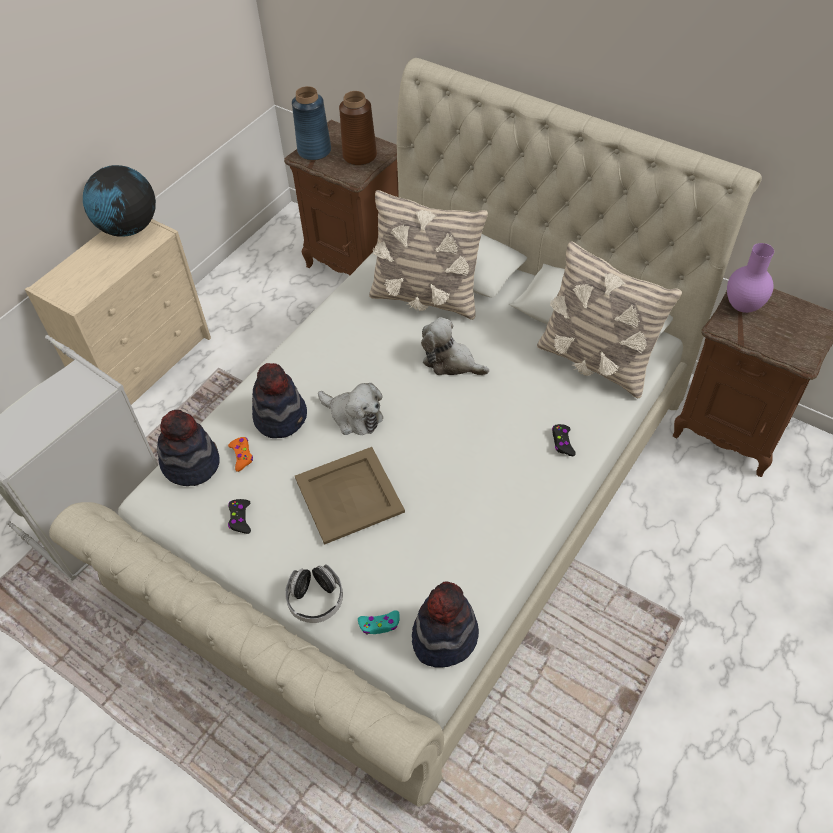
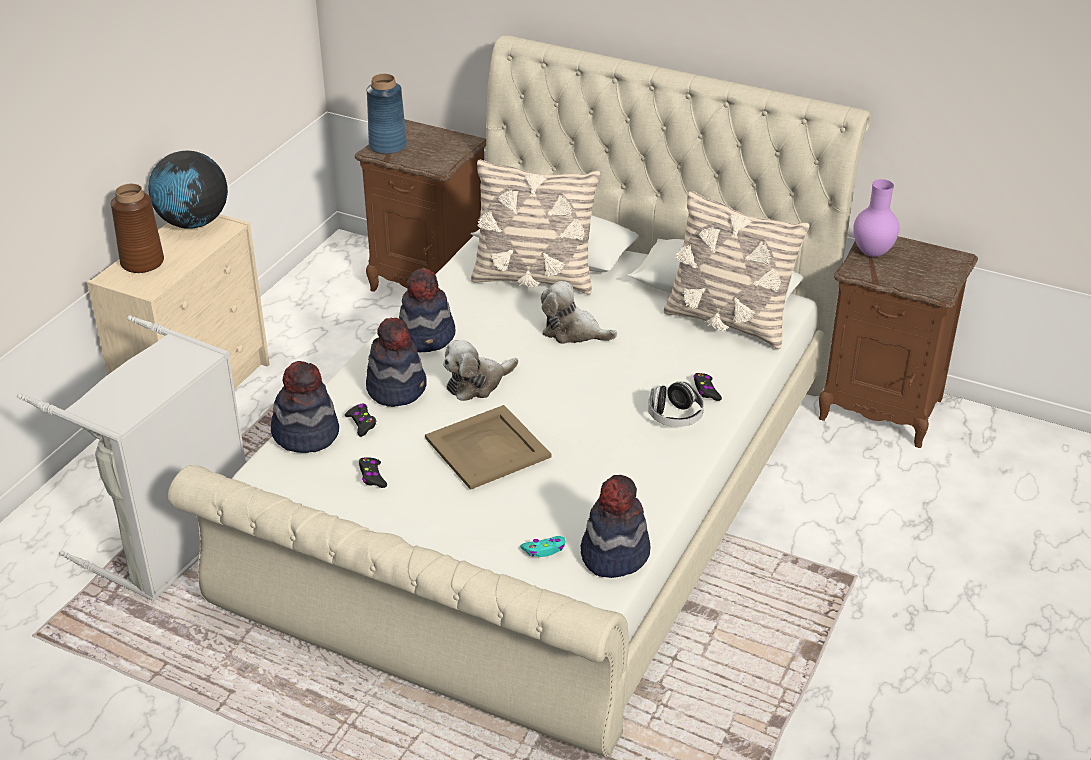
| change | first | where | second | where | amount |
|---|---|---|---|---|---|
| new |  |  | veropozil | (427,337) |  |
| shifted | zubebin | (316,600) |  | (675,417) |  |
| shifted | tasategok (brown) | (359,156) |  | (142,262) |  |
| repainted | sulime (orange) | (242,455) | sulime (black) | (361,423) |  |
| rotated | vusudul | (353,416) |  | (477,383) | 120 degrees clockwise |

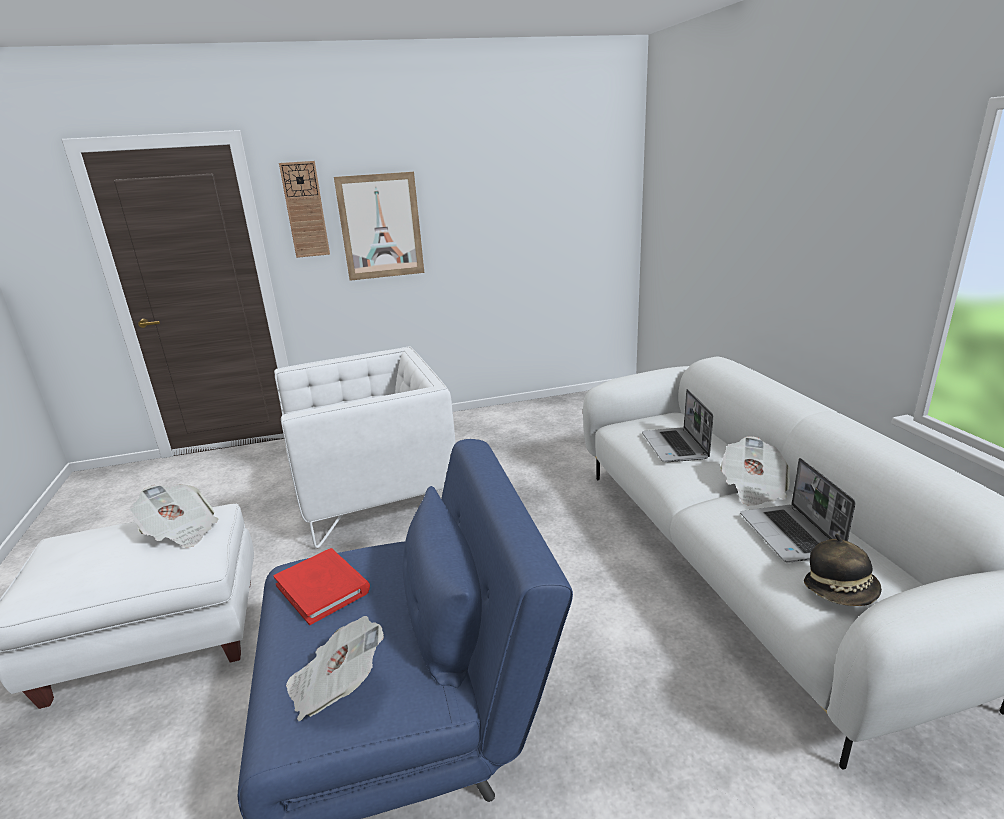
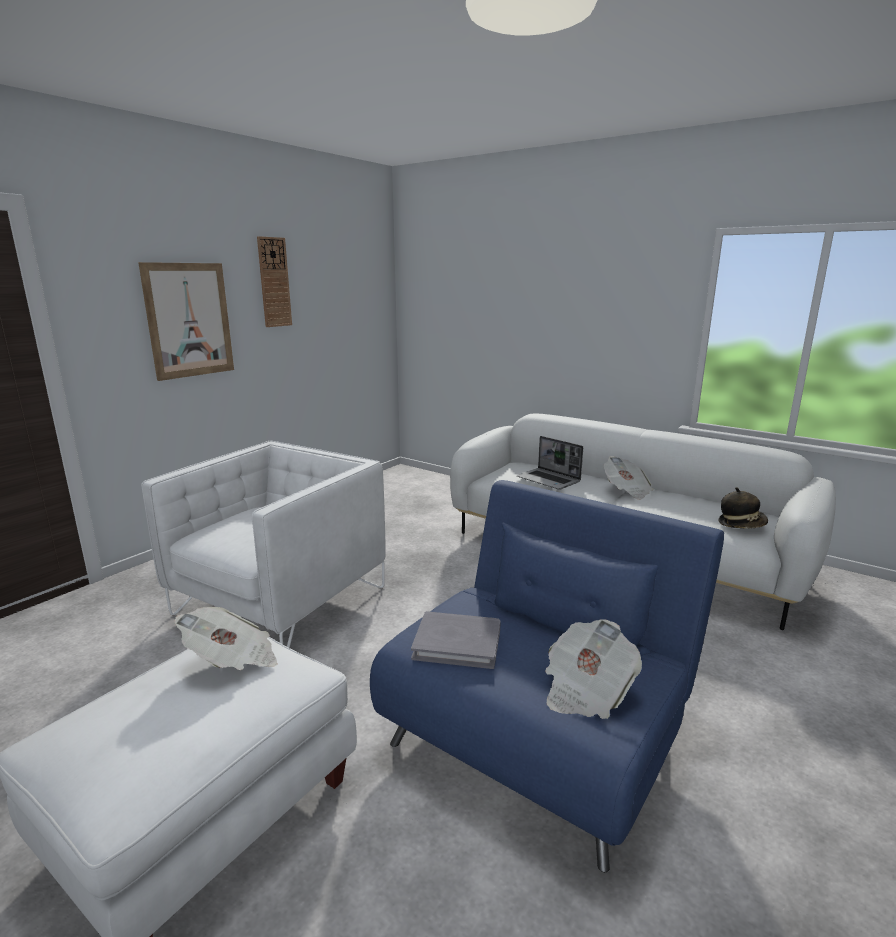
| change | first | where | second | where | amount |
|---|---|---|---|---|---|
| gone | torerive | (791,535) |  |  |  |
| shifted | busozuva | (305,210) |  | (274,282) |  |
| repainted | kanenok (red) | (323,588) | kanenok (grey) | (457,643) |  |

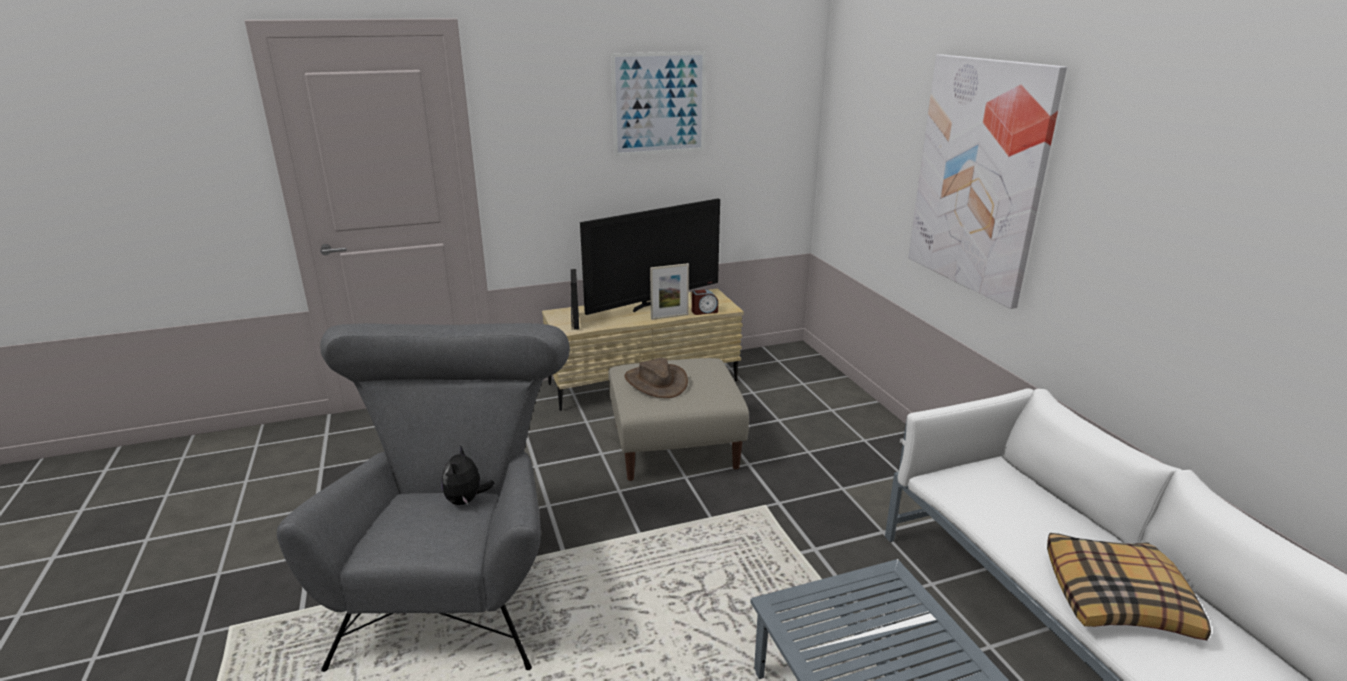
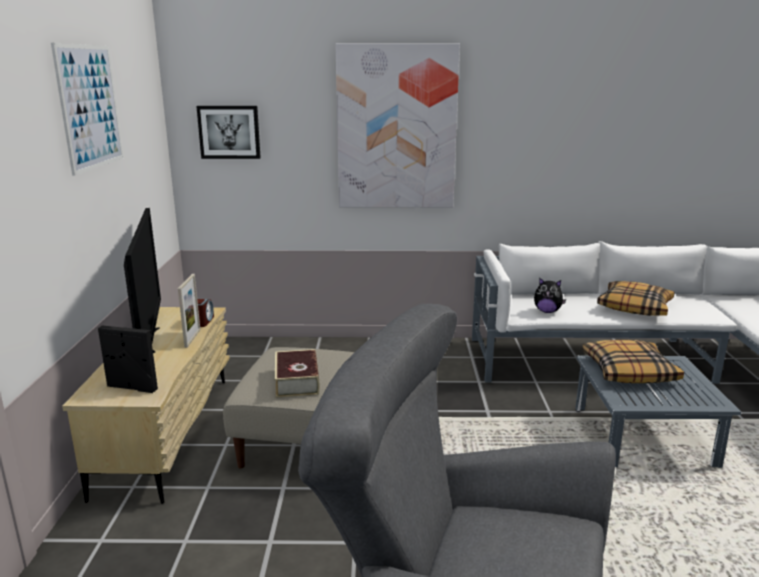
| change | first | where | second | where | amount |
|---|---|---|---|---|---|
| new |  |  | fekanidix | (229,132) |  |
| new |  |  | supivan | (628,371) |  |
| shifted | vusudul | (466,500) |  | (547,311) |  |
| swapped | veropozil (brown) | (655,382) | kanenok | (297,380) |  |

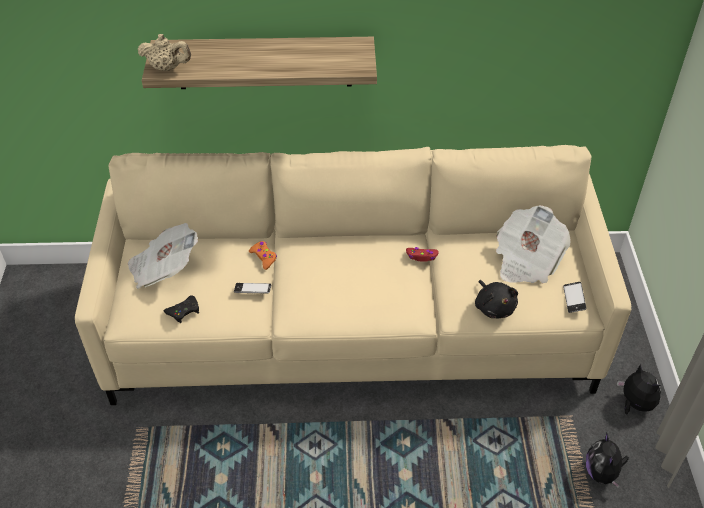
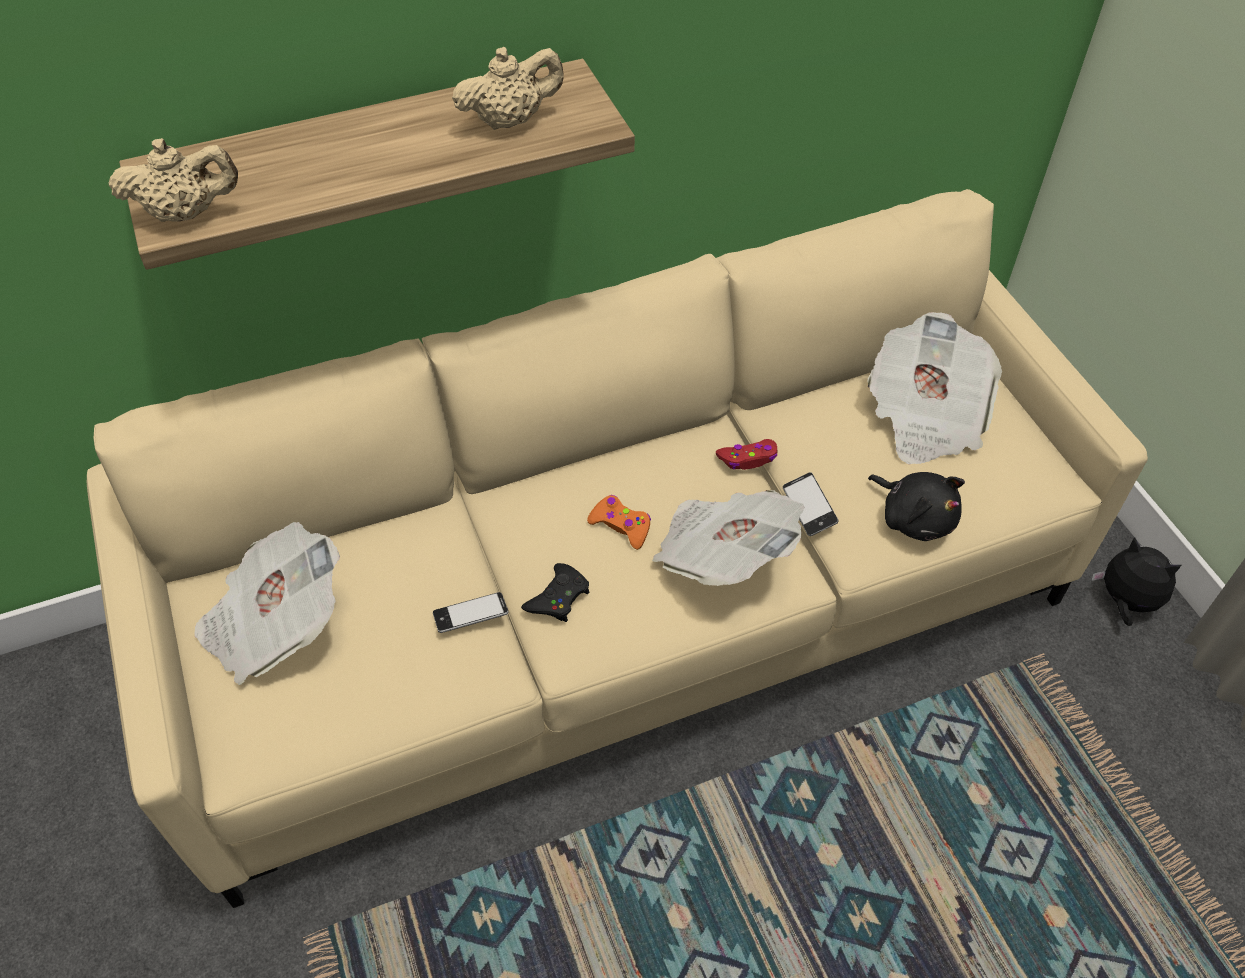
| change | first | where | second | where | amount |
|---|---|---|---|---|---|
| gone | vusudul | (602,473) |  |  |  |
| new |  |  | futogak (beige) | (511,121) |  |
| new |  |  | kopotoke | (723,555) |  |
| shifted | sulime (black) | (183,311) |  | (558,597) |  |
| shifted | sulime (orange) | (264,257) |  | (621,526) |  |
| shifted | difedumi | (574,299) |  | (809,508) |  |

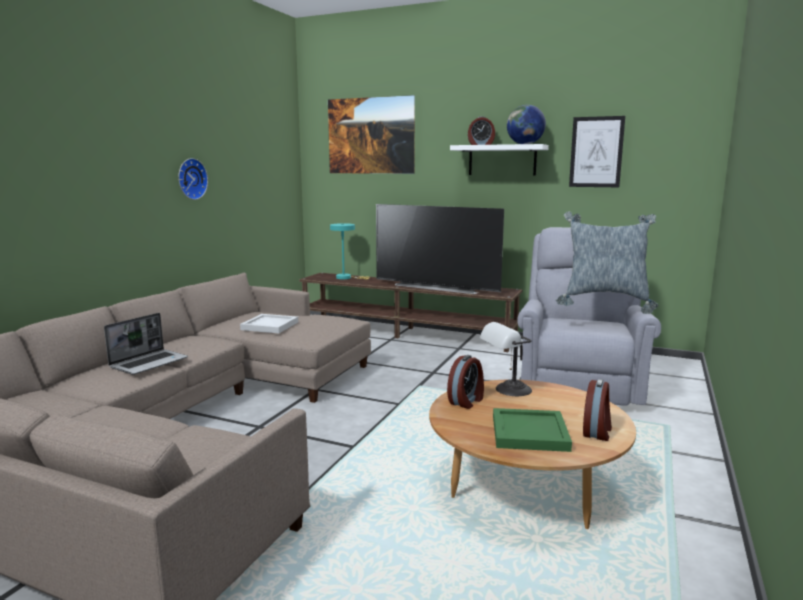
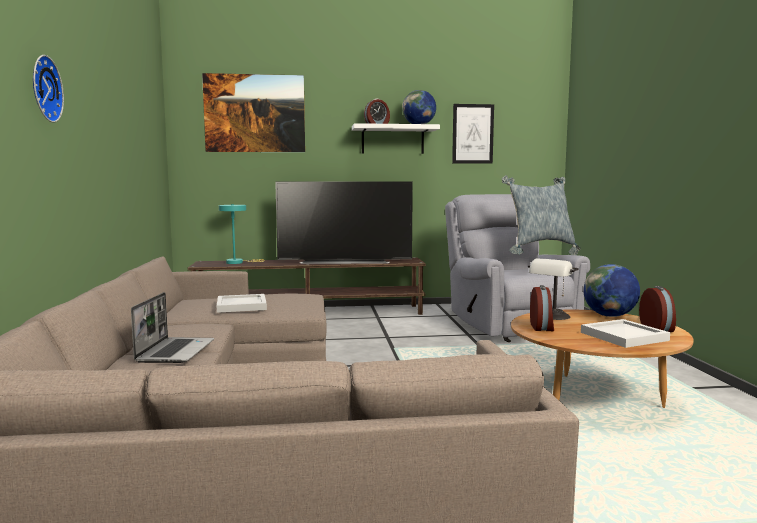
| change | first | where | second | where | amount |
|---|---|---|---|---|---|
| new |  |  | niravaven | (609,316) |  |
| shifted | busozuva | (190,179) |  | (43,89) |  |
| repainted | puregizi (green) | (530,432) | puregizi (white) | (624,336) |  |

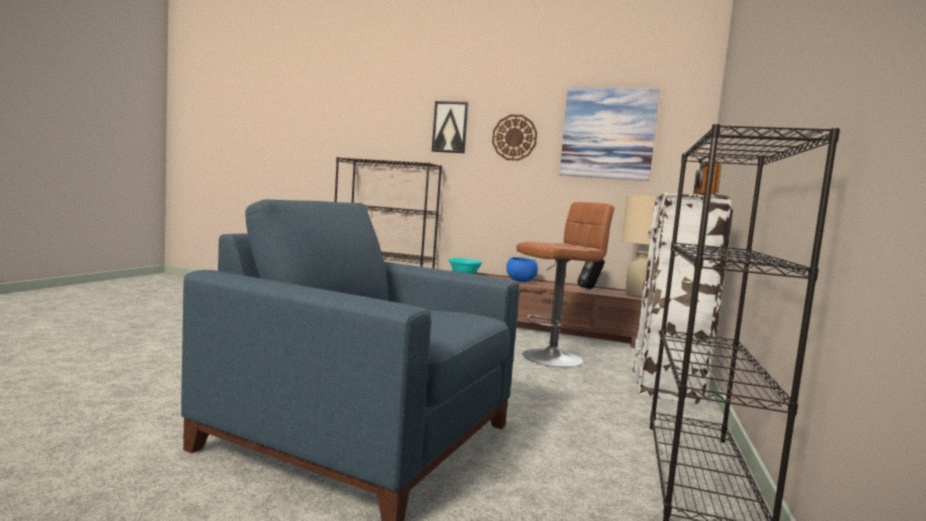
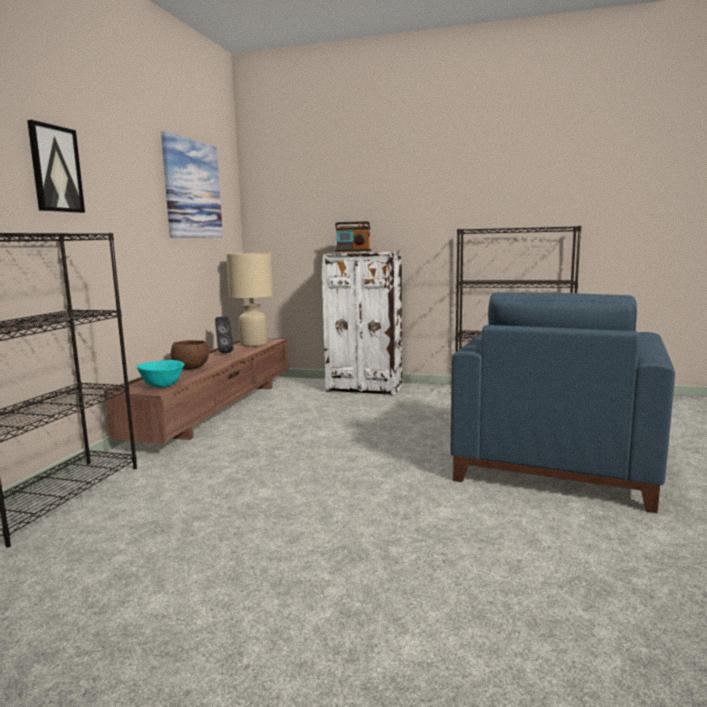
| change | first | where | second | where | amount |
|---|---|---|---|---|---|
| gone | busozuva | (514,137) |  |  |  |
| gone | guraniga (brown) | (553,358) |  |  |  |
| repainted | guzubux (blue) | (520,281) | guzubux (brown) | (191,368) |  |

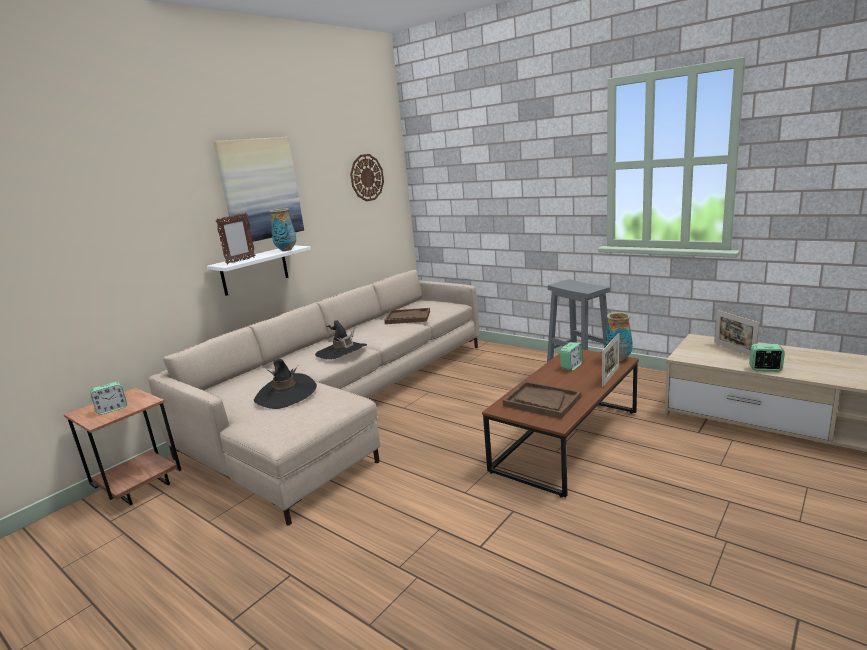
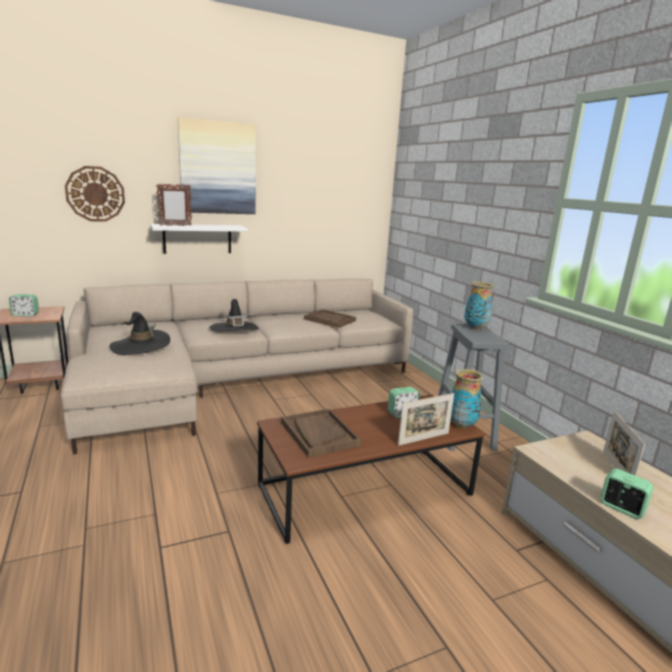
| change | first | where | second | where | amount |
|---|---|---|---|---|---|
| shifted | tasategok | (286,250) |  | (476,328) |  |
| shifted | busozuva | (366,177) |  | (95,194) |  |

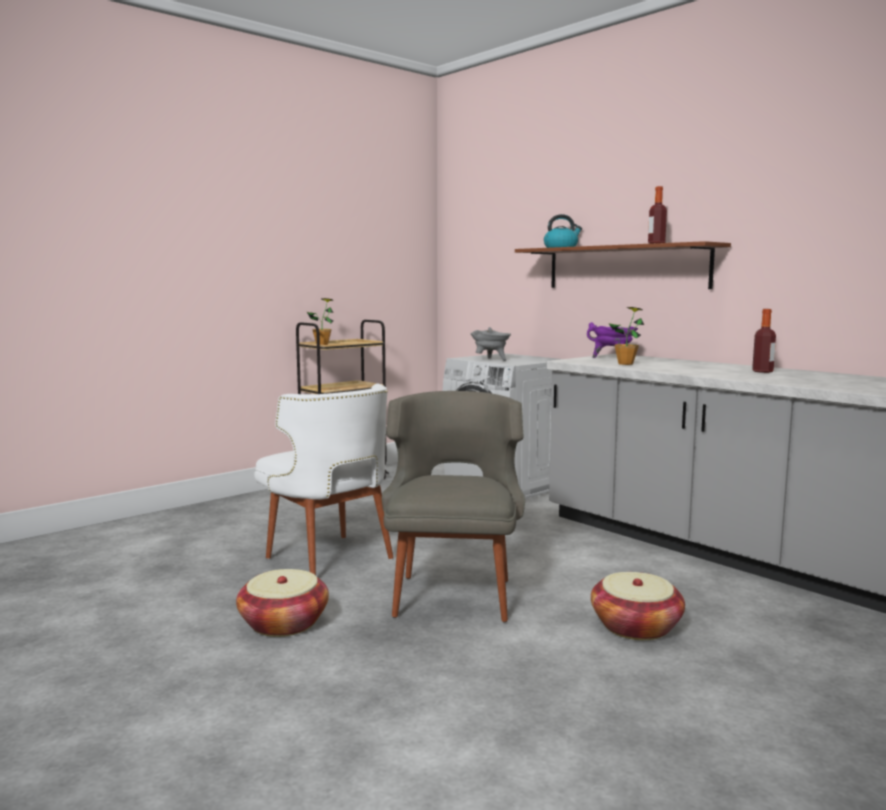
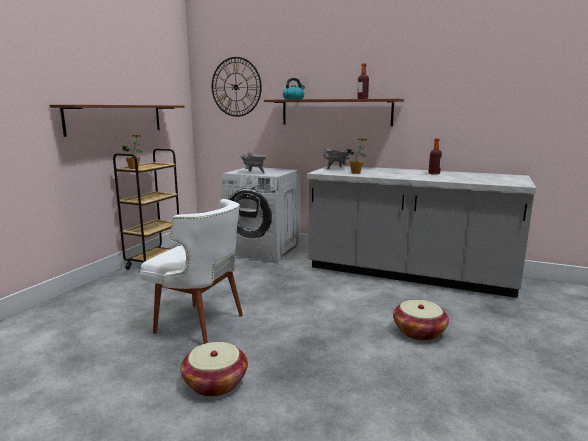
| change | first | where | second | where | amount |
|---|---|---|---|---|---|
| gone | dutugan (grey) | (452,599) |  |  |  |
| new |  |  | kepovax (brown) | (116,119) |  |
| new |  |  | busozuva | (236,87) |  |
| repainted | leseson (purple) | (612,358) | leseson (grey) | (338,168) |  |

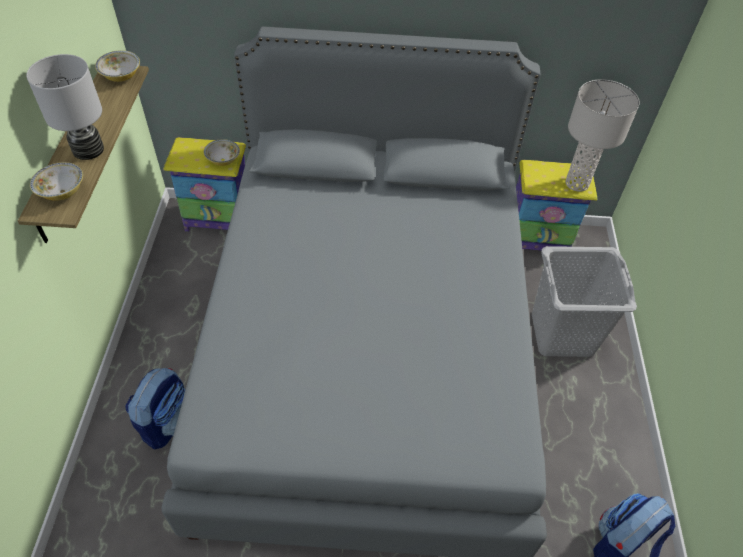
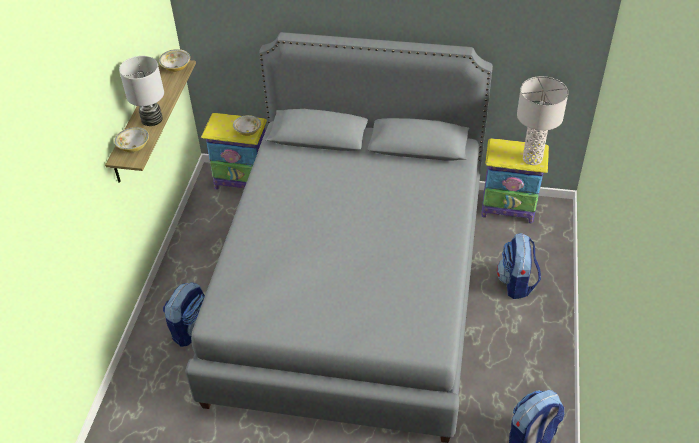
| change | first | where | second | where | amount |
|---|---|---|---|---|---|
| swapped | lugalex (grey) | (562,334) | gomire | (516,283) |  |

